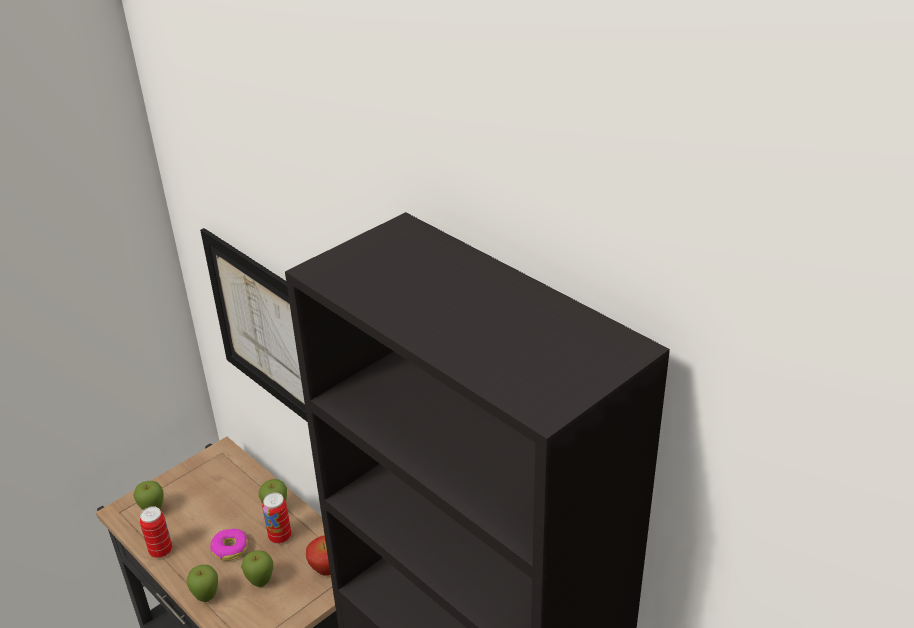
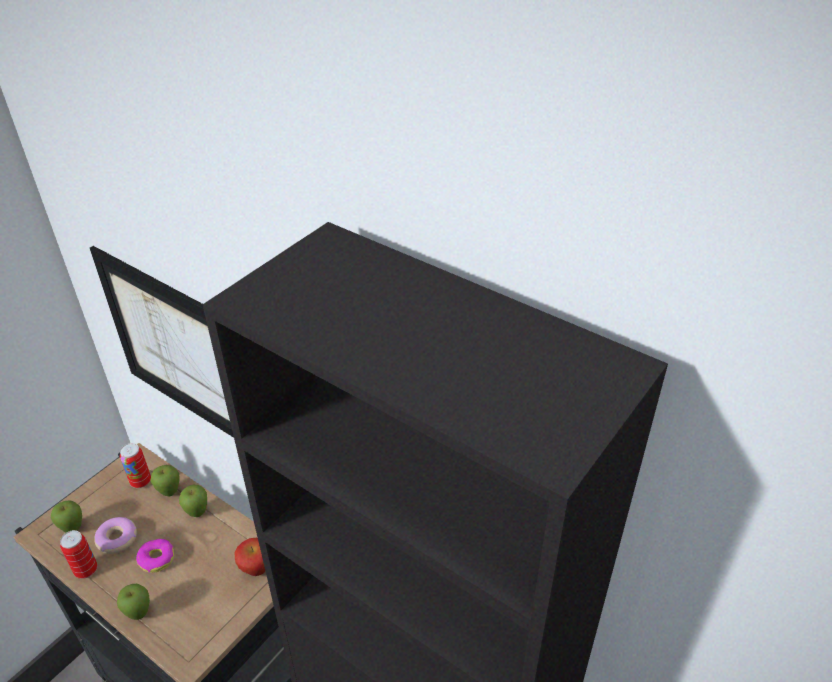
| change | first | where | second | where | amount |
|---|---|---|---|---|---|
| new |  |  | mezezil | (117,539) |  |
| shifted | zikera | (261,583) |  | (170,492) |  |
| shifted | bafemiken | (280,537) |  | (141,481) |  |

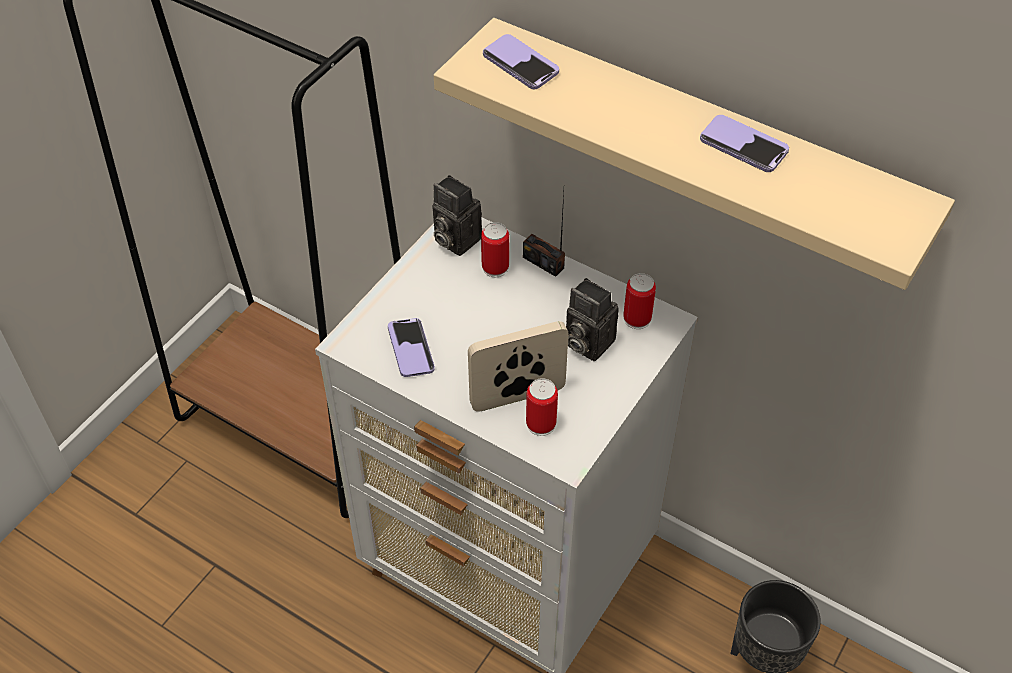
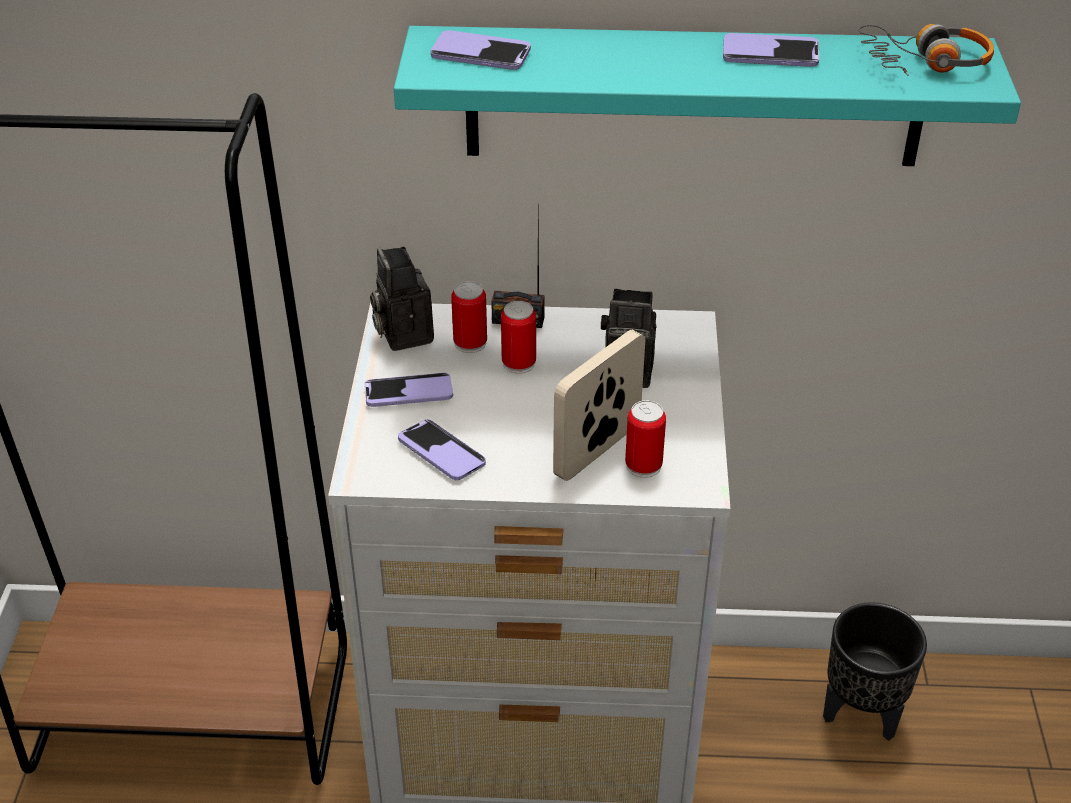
| change | first | where | second | where | amount |
|---|---|---|---|---|---|
| new |  |  | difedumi | (408,392) |  |
| new |  |  | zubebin | (925,62) |  |
| shifted | bafemiken | (637,319) |  | (518,363) |  |
| repainted | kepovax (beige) | (700,149) | kepovax (turquoise) | (694,96) |  |
| rotated | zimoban | (454,239) |  | (402,333) | 60 degrees clockwise |

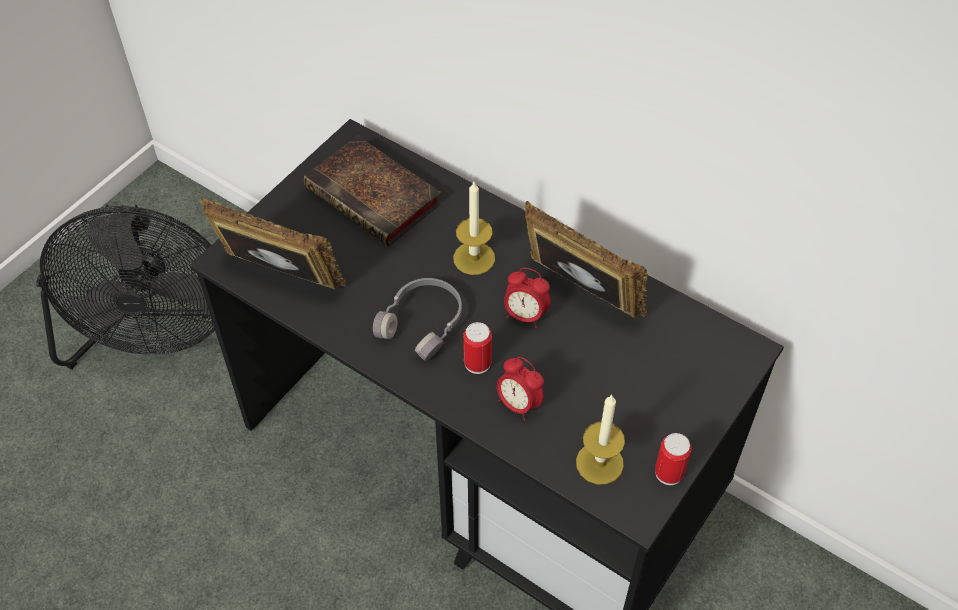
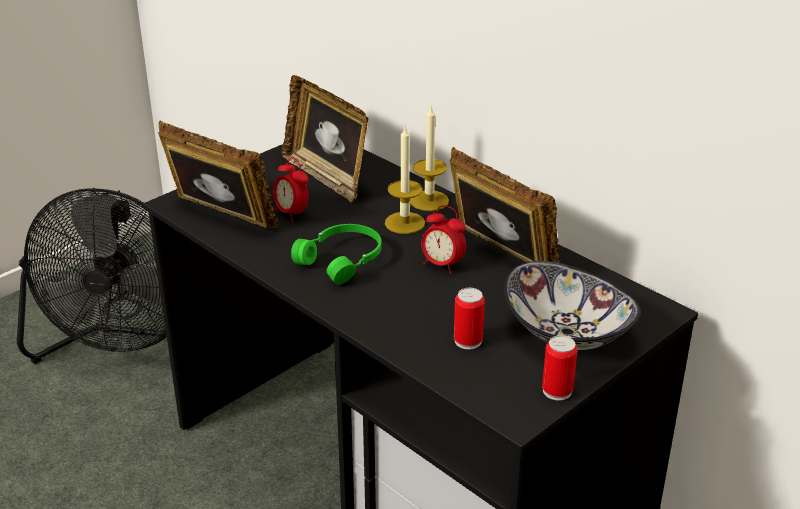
| change | first | where | second | where | amount |
|---|---|---|---|---|---|
| new |  |  | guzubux | (568,332) |  |
| shifted | bafemiken | (477,363) |  | (468,341) |  |
| shifted | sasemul | (518,404) |  | (292,213) |  |
| shifted | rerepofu | (599,463) |  | (429,200) |  |
| swapped | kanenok | (376,197) | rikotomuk | (326,176) |  |
| repainted | zubebin (grey) | (423,323) | zubebin (green) | (343,260) |  |

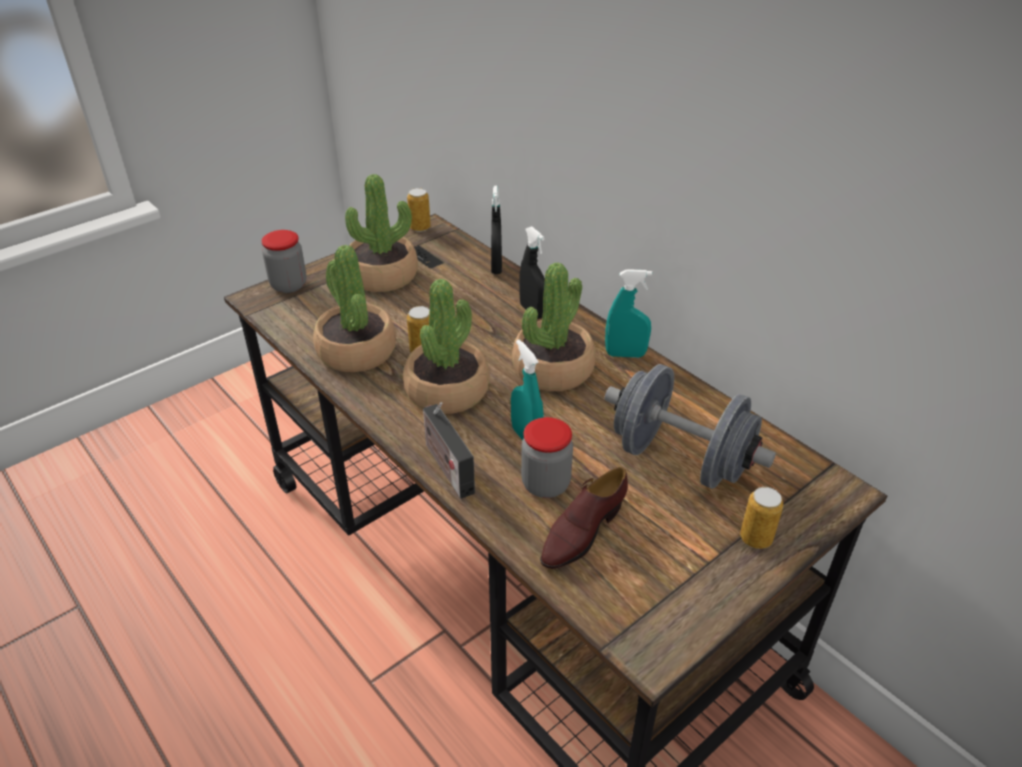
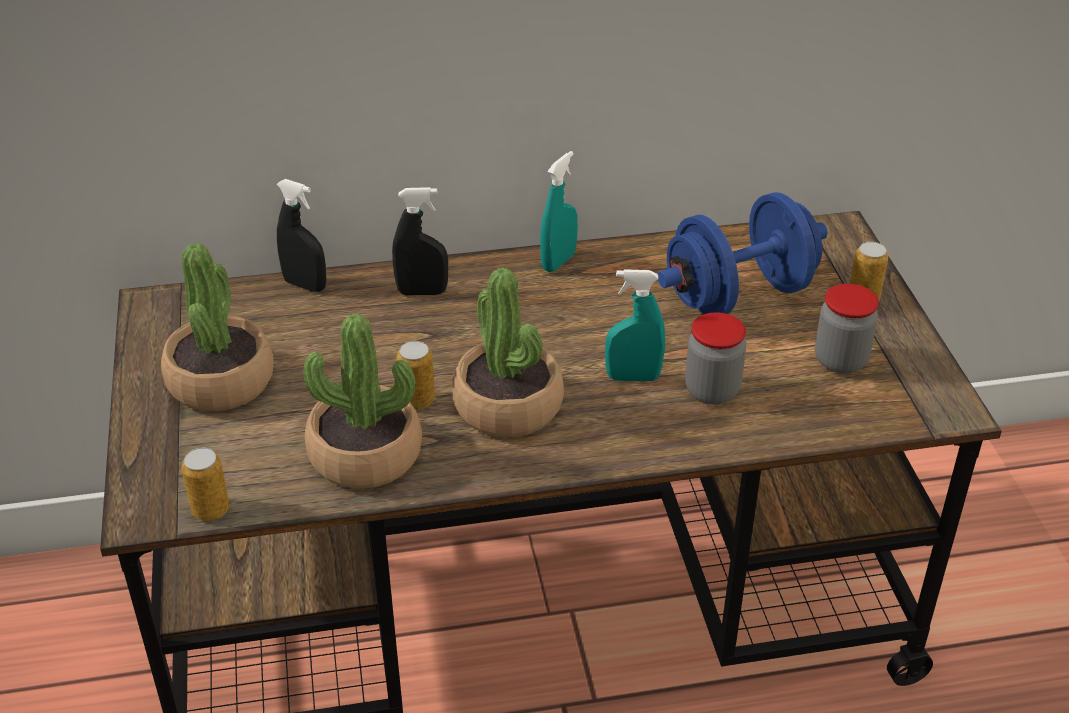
| change | first | where | second | where | amount |
|---|---|---|---|---|---|
| gone | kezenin | (446,466) |  |  |  |
| gone | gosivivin | (553,369) |  |  |  |
| gone | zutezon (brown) | (582,531) |  |  |  |
| shifted | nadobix | (289,285) |  | (840,360) |  |
| shifted | bafemiken | (420,227) |  | (210,510) |  |
| repainted | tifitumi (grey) | (680,459) | tifitumi (blue) | (739,295) |  |

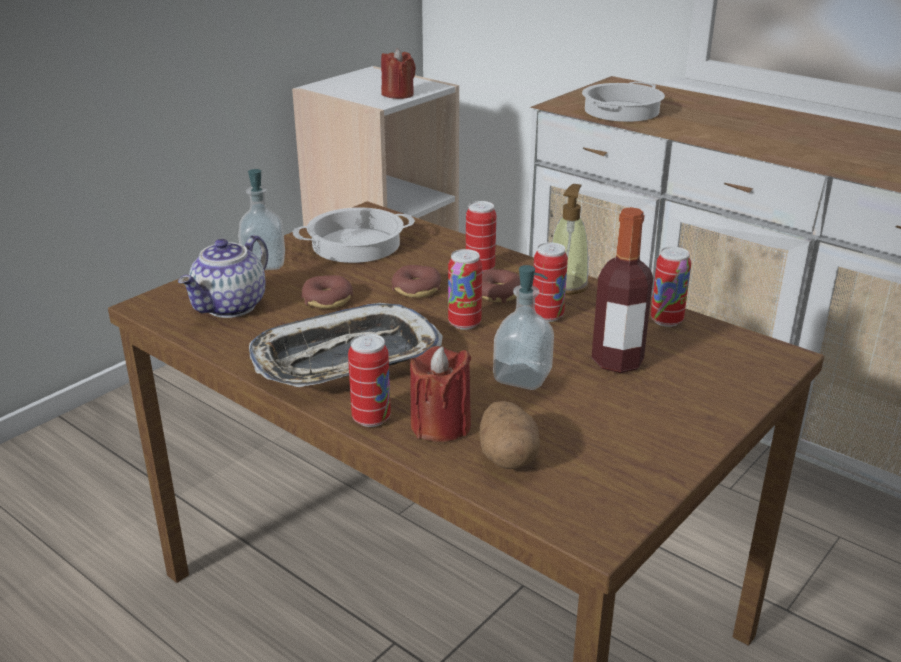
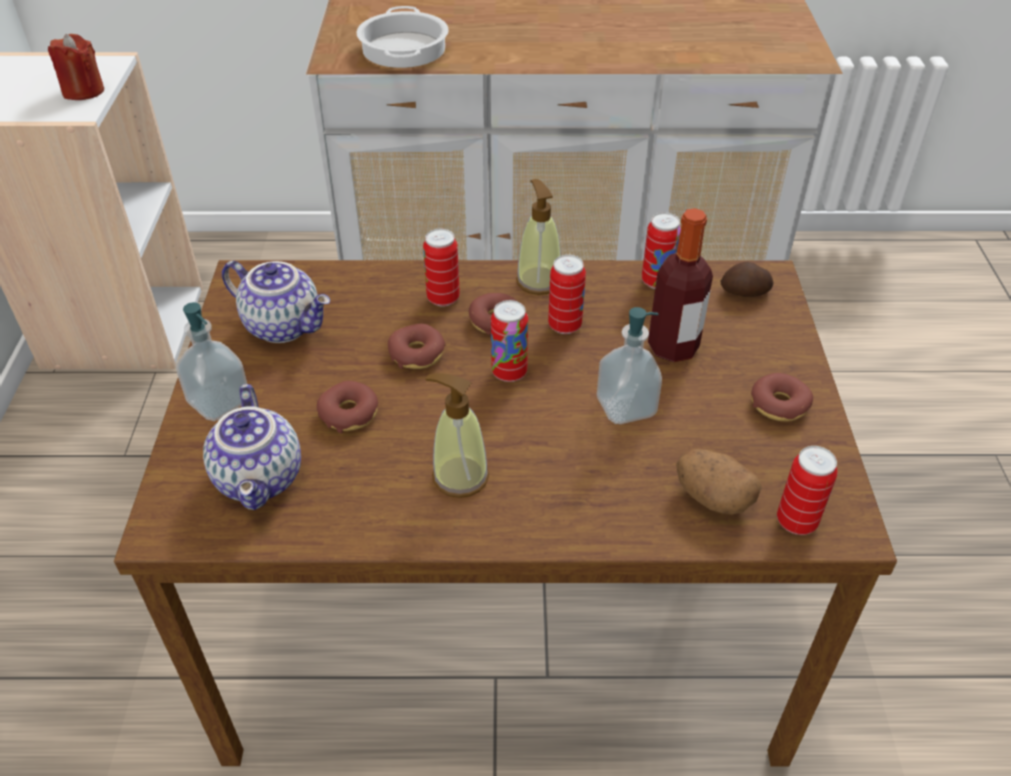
| change | first | where | second | where | amount |
|---|---|---|---|---|---|
| gone | rerepofu (red) | (440,425) |  |  |  |
| new |  |  | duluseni | (745,292) |  |
| new |  |  | mezezil | (778,405) |  |
| shifted | bafemiken | (371,418) |  | (796,521) |  |
| swapped | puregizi | (345,359) | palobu | (460,476) |  |
| swapped | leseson | (356,244) | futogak | (285,325) |  |

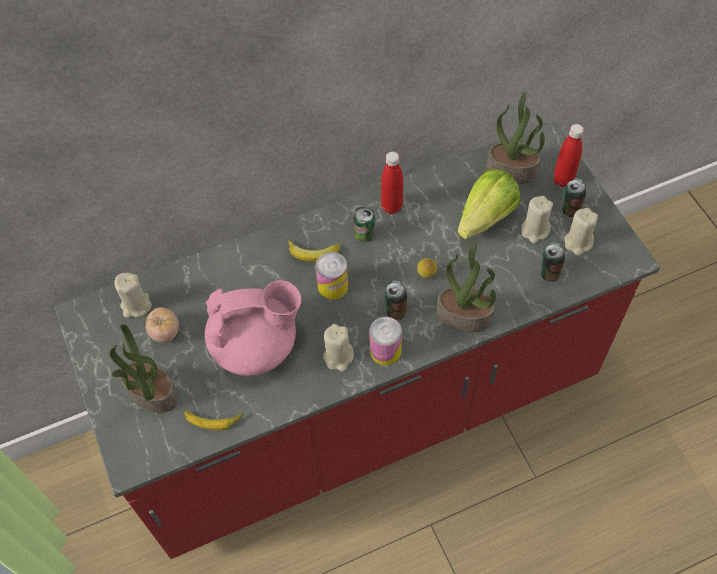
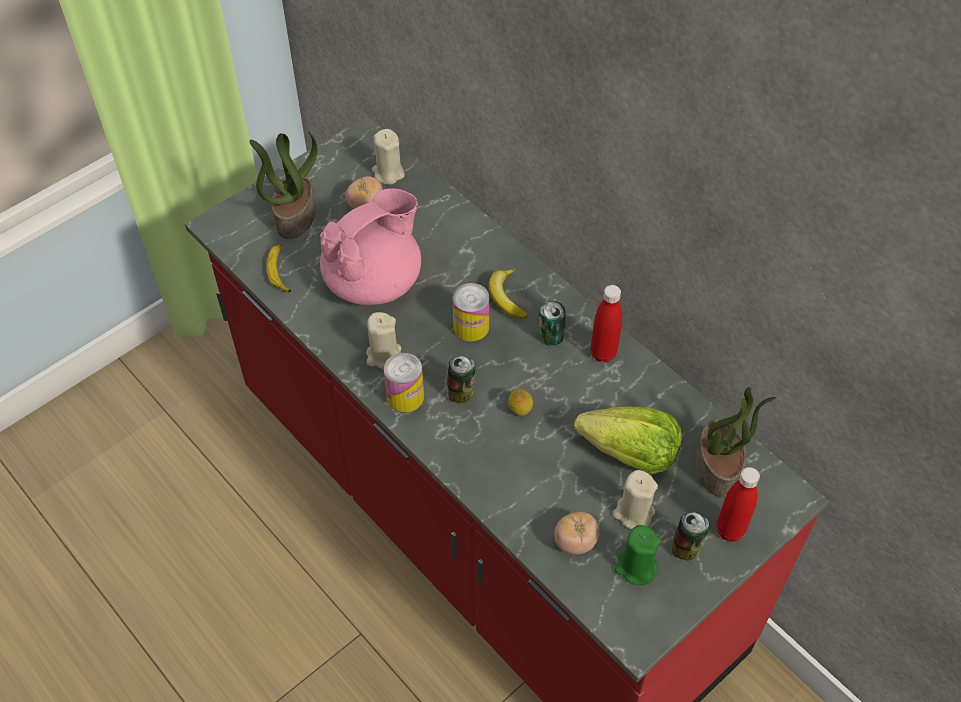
| change | first | where | second | where | amount |
|---|---|---|---|---|---|
| gone | gosivivin | (465,315) |  |  |  |
| swapped | bafemiken | (549,272) | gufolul | (575,542) |  |
| repainted | rerepofu (beige) | (578,242) | rerepofu (green) | (635,567) |  |
| rotated | futogak (pink) | (256,345) |  | (374,281) | 105 degrees counterclockwise |

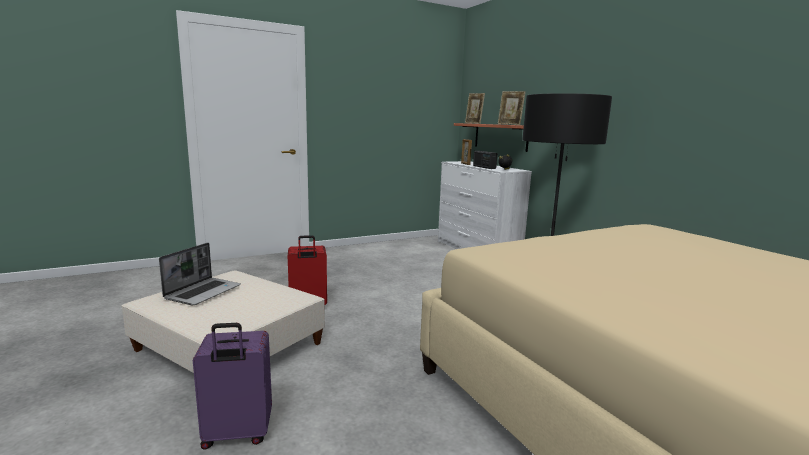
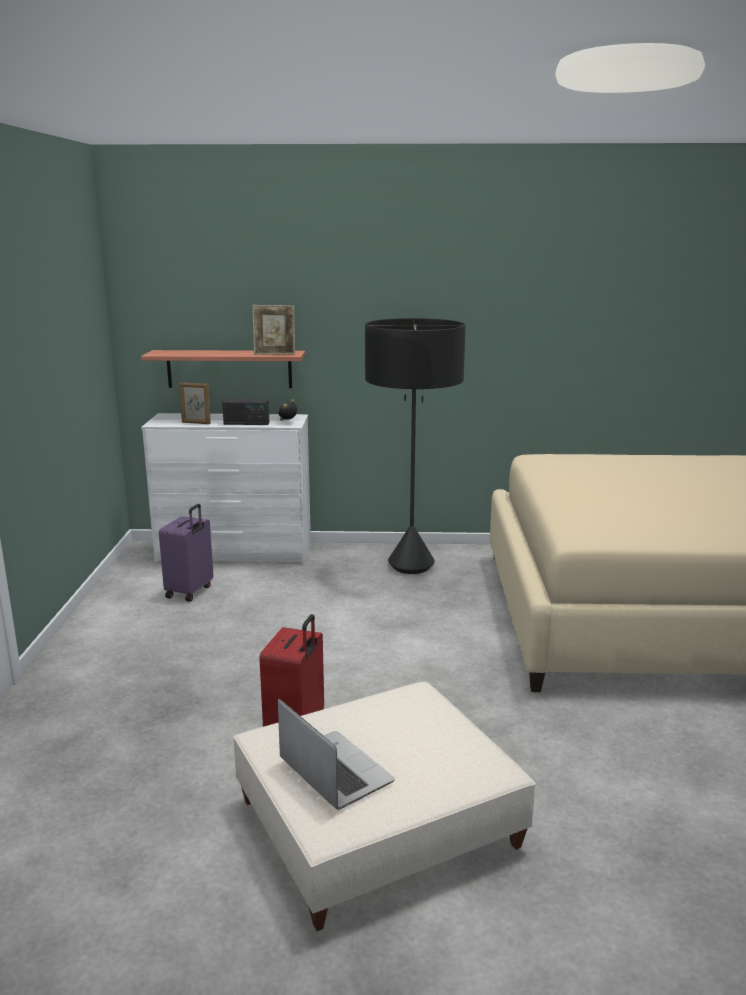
| change | first | where | second | where | amount |
|---|---|---|---|---|---|
| gone | rikotomuk | (473,123) |  |  |  |
| shifted | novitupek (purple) | (237,434) |  | (190,592) |  |

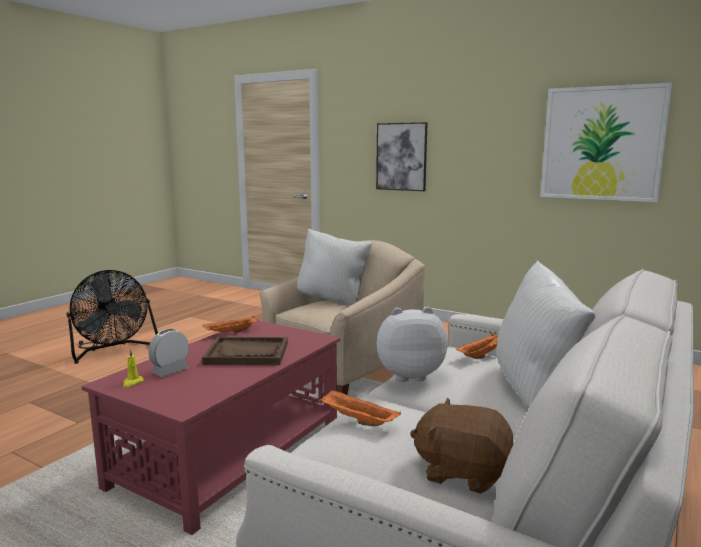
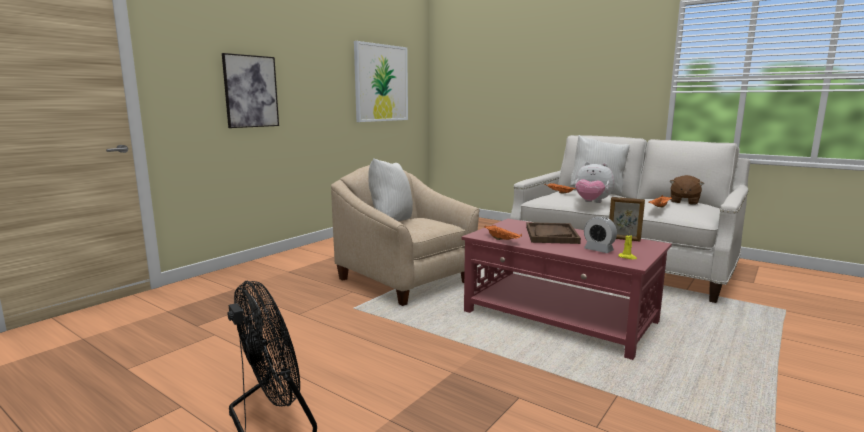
| change | first | where | second | where | amount |
|---|---|---|---|---|---|
| new |  |  | rikotomuk | (624,239) |  |
| rotated | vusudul | (408,375) |  | (591,203) | 60 degrees counterclockwise |

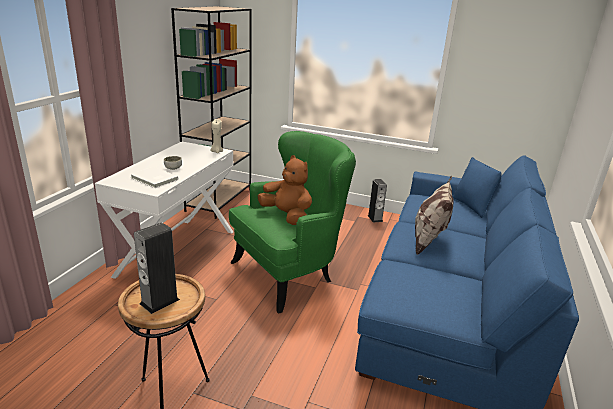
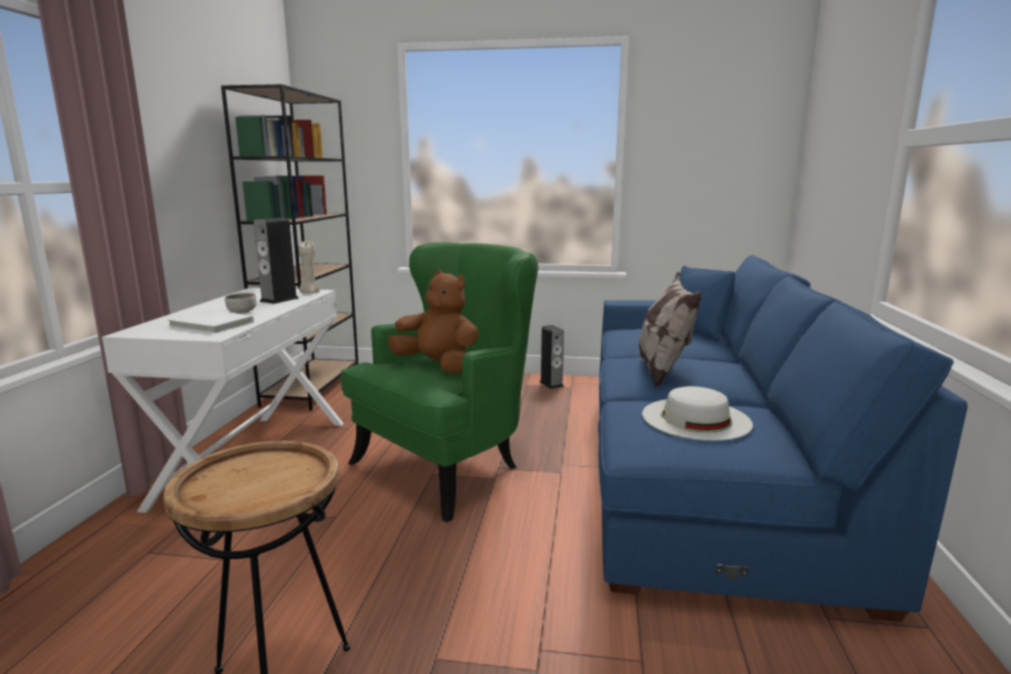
| change | first | where | second | where | amount |
|---|---|---|---|---|---|
| new |  |  | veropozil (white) | (696,418) |  |
| shifted | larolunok | (159,301) |  | (279,300) |  |

